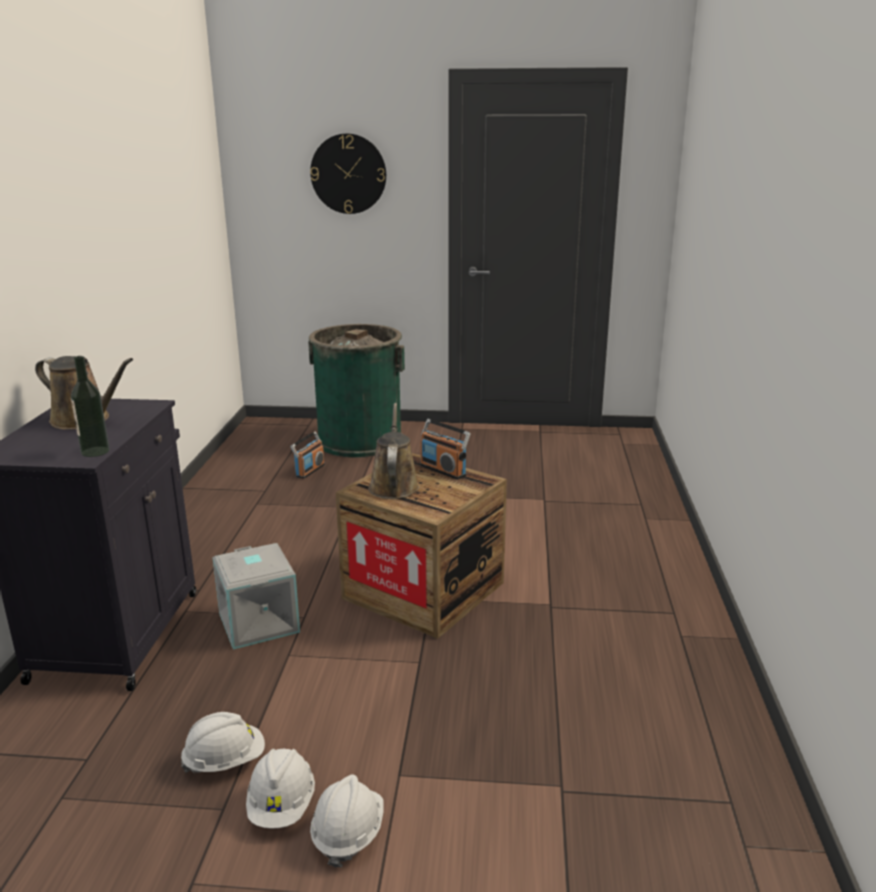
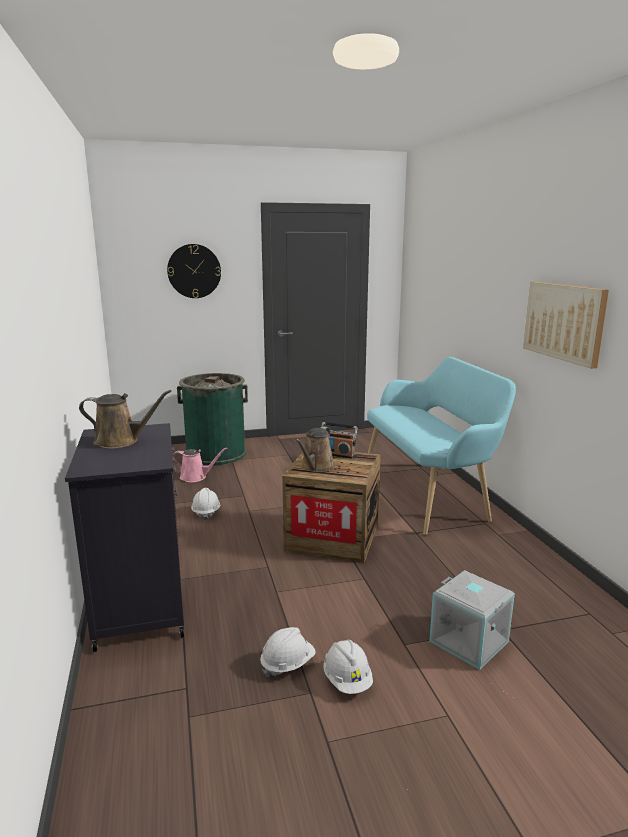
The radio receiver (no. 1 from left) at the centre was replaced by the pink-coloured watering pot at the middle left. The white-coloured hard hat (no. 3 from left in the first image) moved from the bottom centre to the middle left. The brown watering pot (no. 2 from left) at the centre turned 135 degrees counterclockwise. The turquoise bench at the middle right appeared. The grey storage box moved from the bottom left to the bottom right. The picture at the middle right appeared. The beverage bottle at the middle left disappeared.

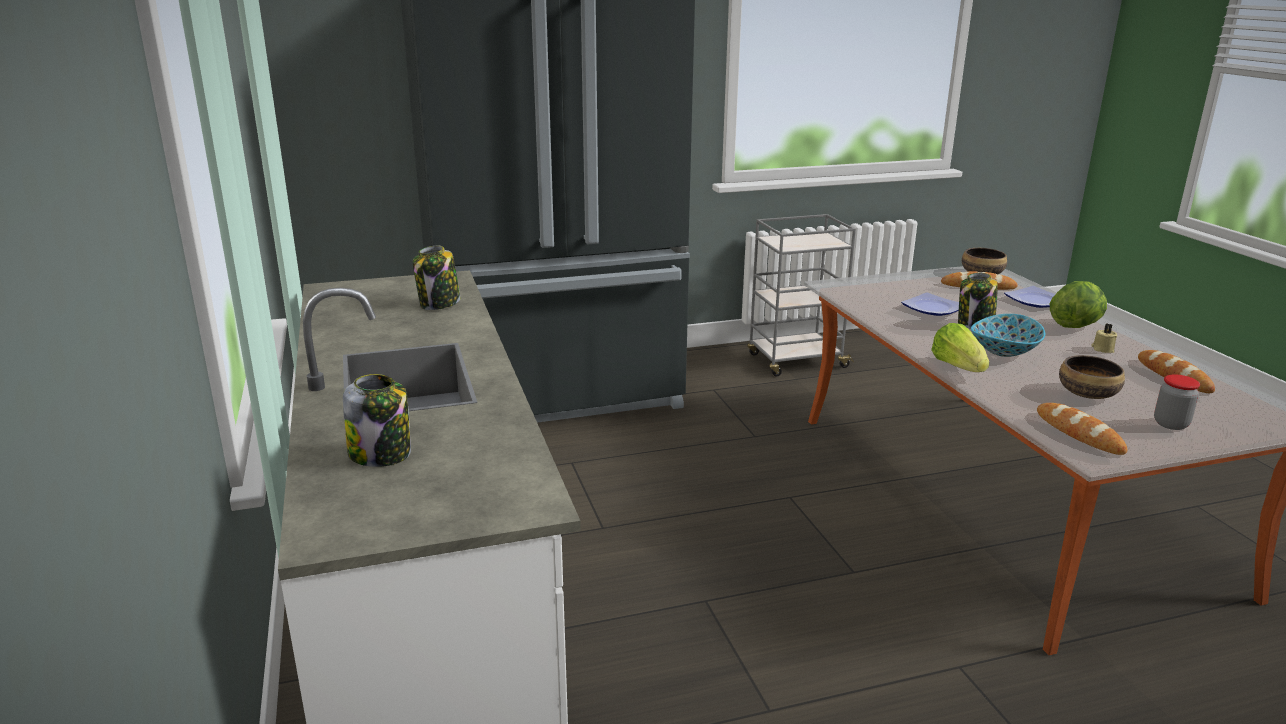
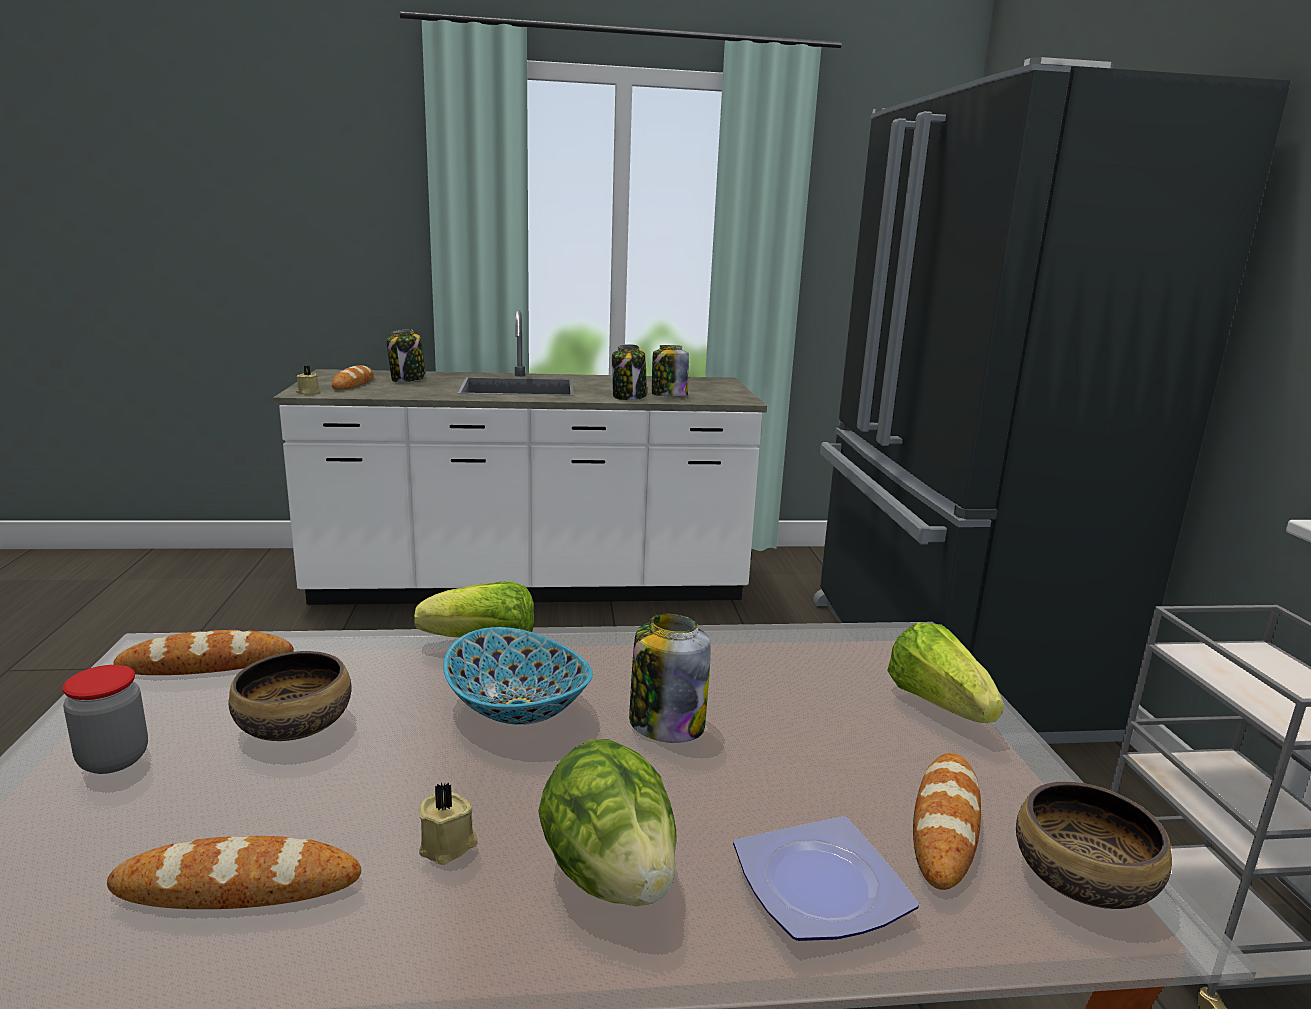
The beige candle (no. 1 from left) at the middle left appeared. The bread (no. 3 from left) at the middle left appeared. The jar (no. 3 from left) at the centre appeared. The head of lettuce (no. 3 from left) at the middle right appeared. The plate (no. 1 from left) at the middle right disappeared.

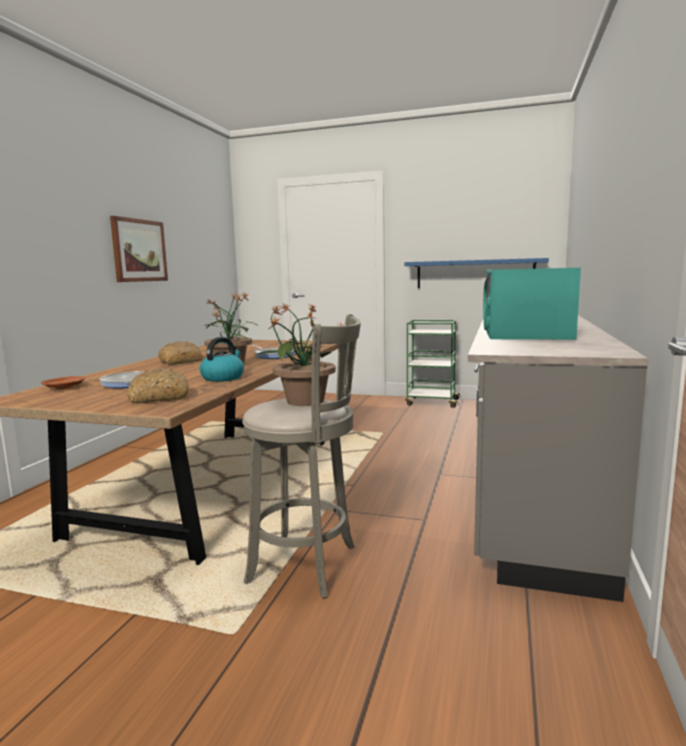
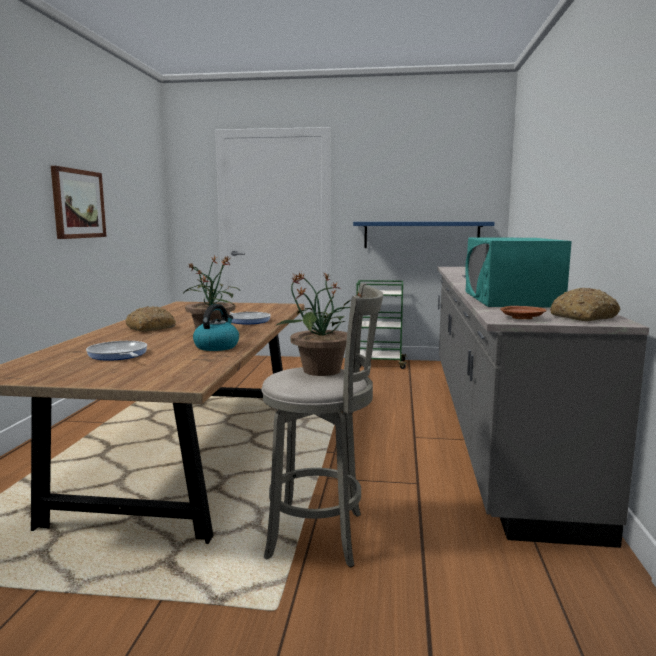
The brown plate moved from the middle left to the middle right. The bread (no. 1 from left in the first image) moved from the middle left to the middle right.

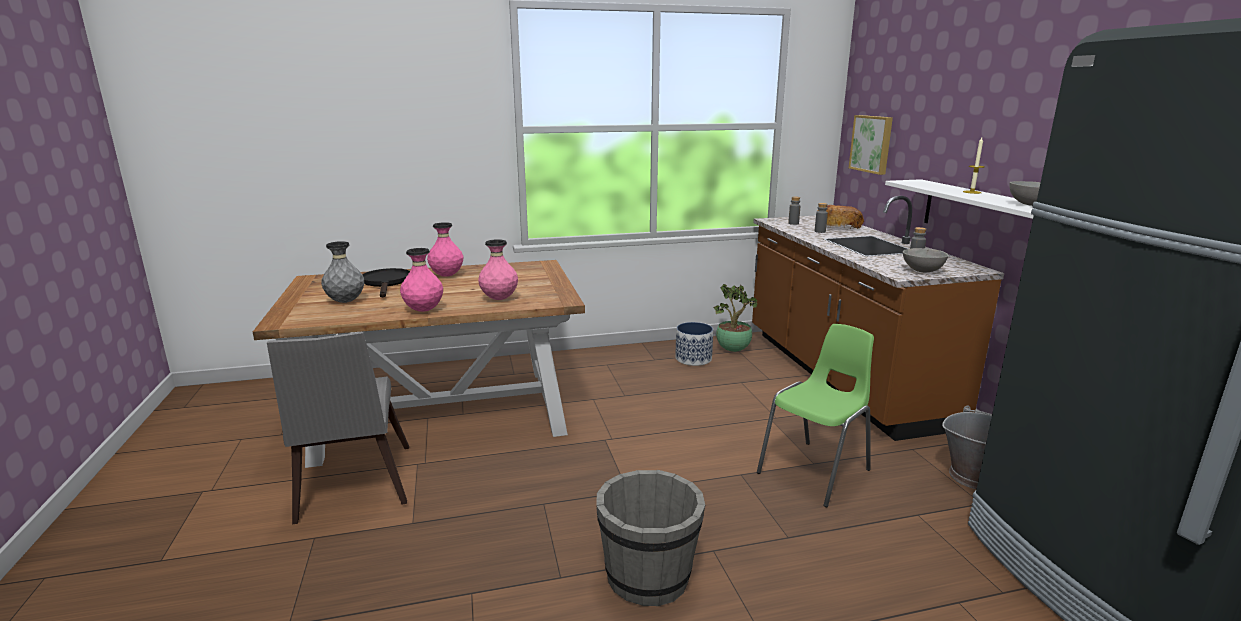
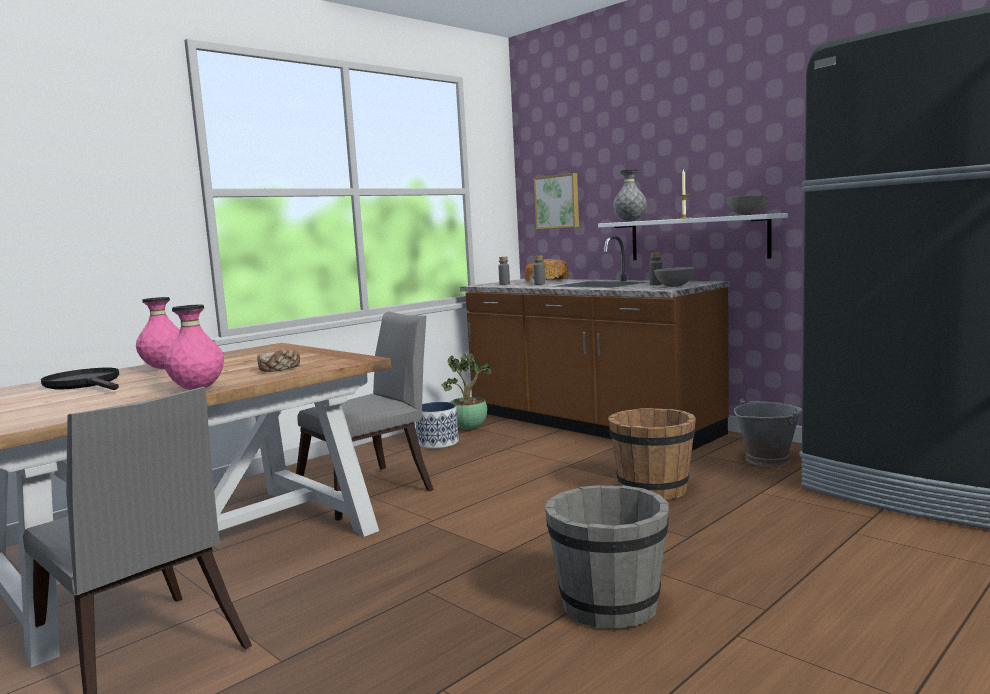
The pink-coloured flower vase (no. 3 from left) at the centre was replaced by the bread (no. 1 from left) at the middle left. The grey chair (no. 2 from left) at the centre appeared. The green chair at the bottom centre was replaced by the brown pail at the centre. The grey flower vase moved from the middle left to the top centre.

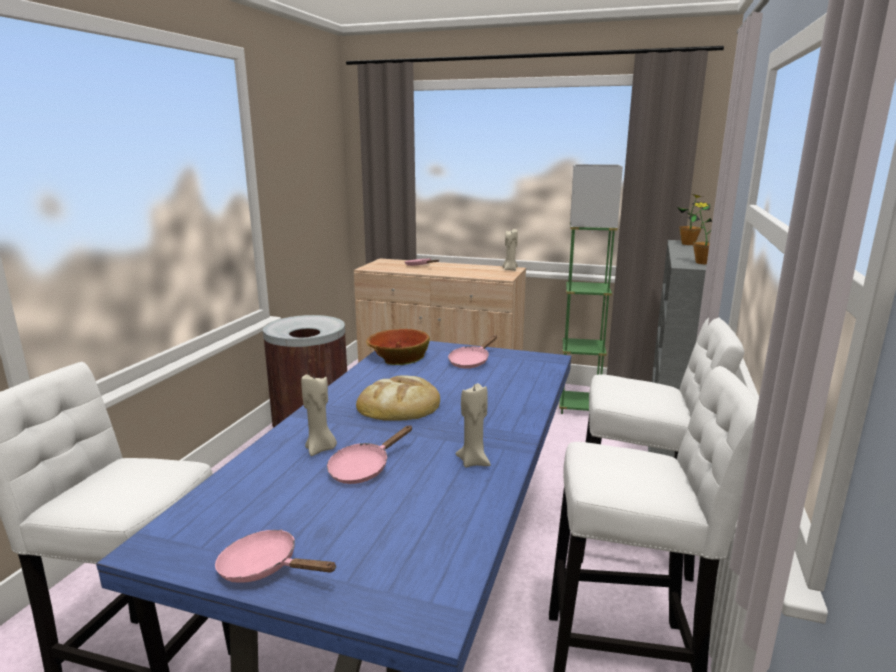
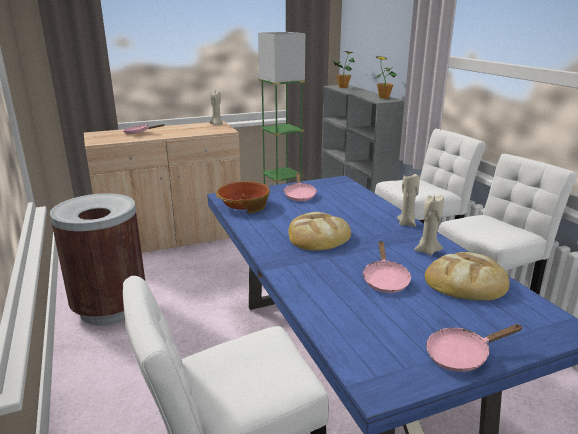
The beige candle (no. 1 from left in the first image) moved from the centre to the middle right. The bread (no. 2 from left) at the middle right appeared.

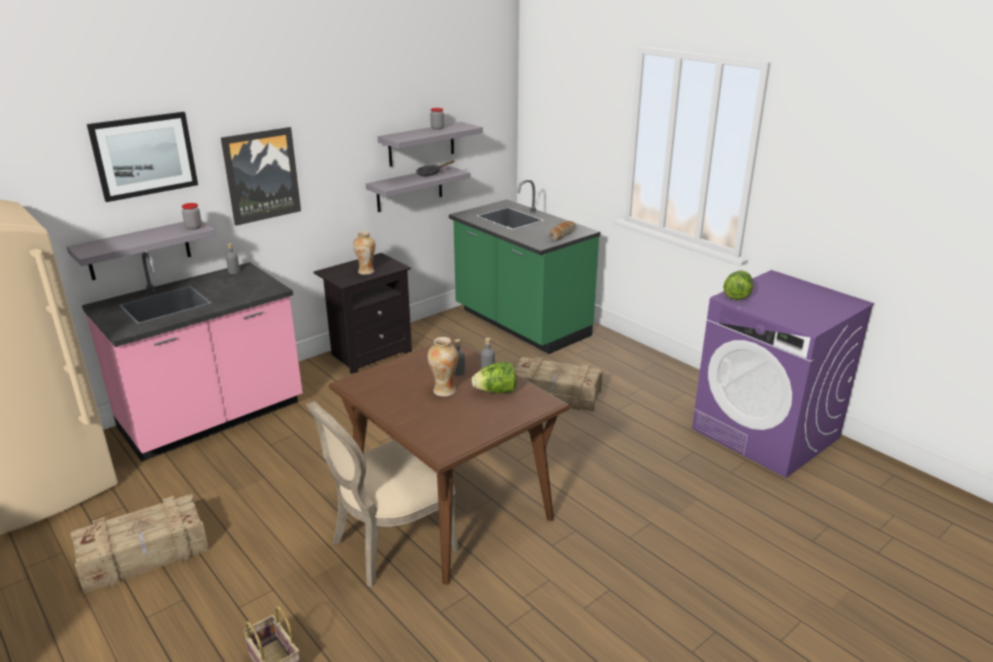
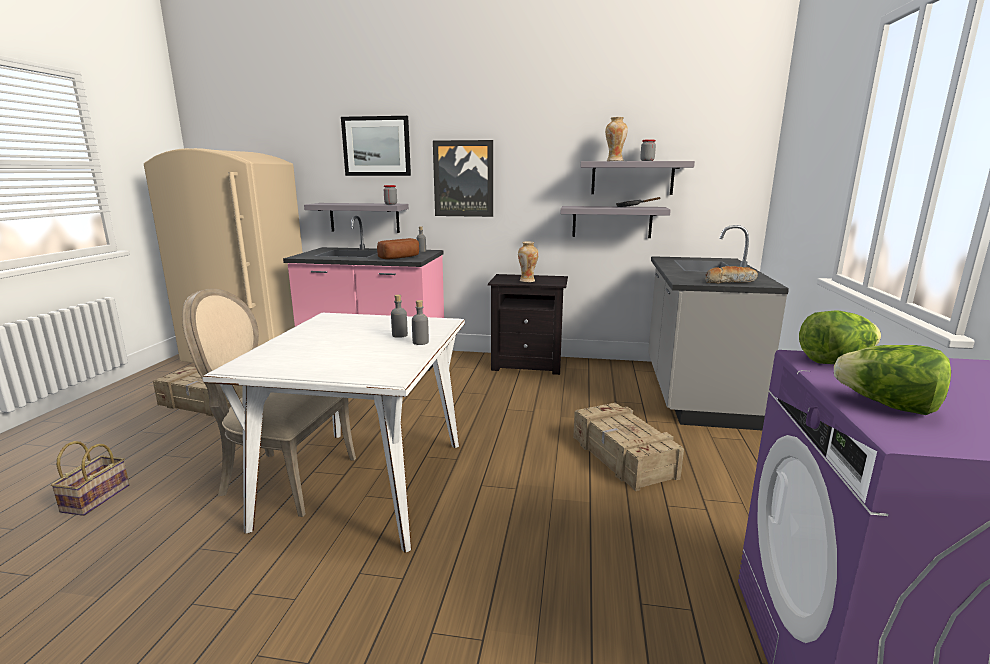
The brown dining table at the bottom centre became the white-coloured dining table at the centre. The bread (no. 1 from left) at the centre appeared. The flower vase (no. 2 from left) moved from the centre to the top centre. The green kitchen base unit at the centre became the grey kitchen base unit at the middle right. The head of lettuce (no. 1 from left in the first image) moved from the centre to the middle right.

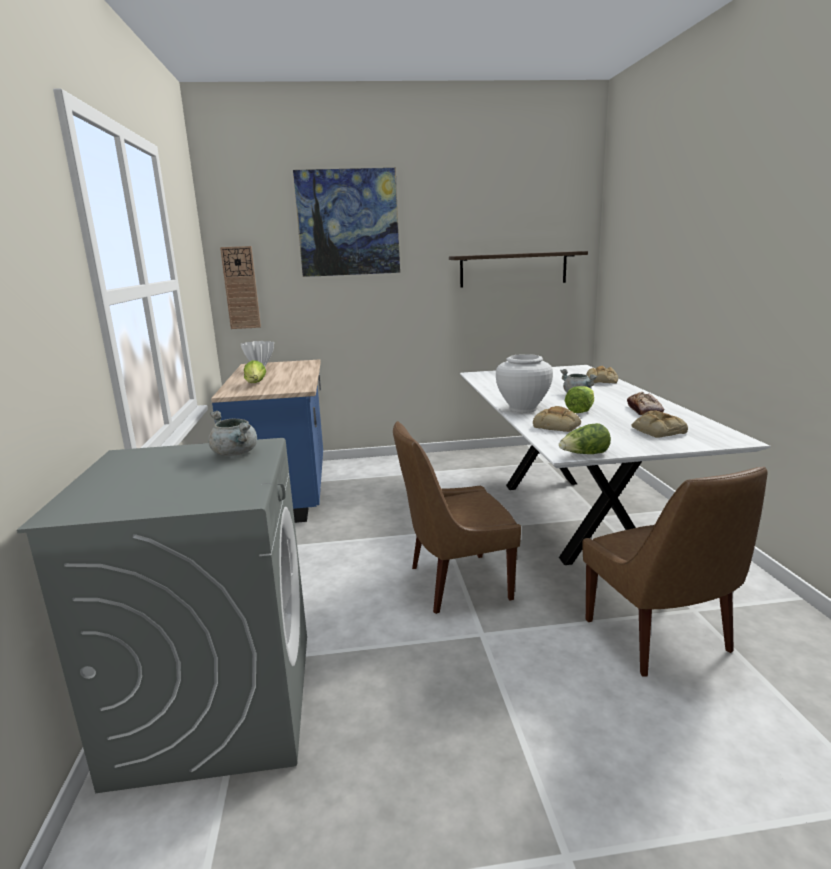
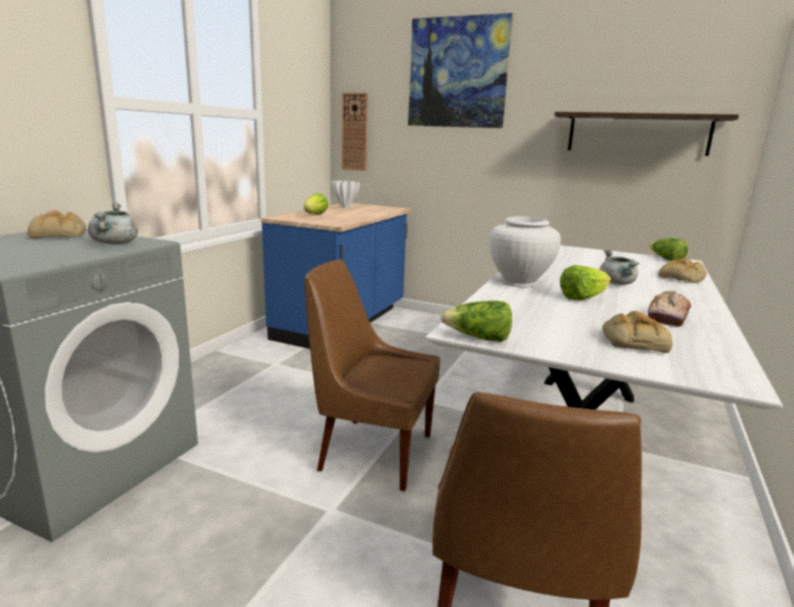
The bread (no. 1 from left) moved from the middle right to the middle left. The head of lettuce (no. 4 from left) at the middle right appeared.

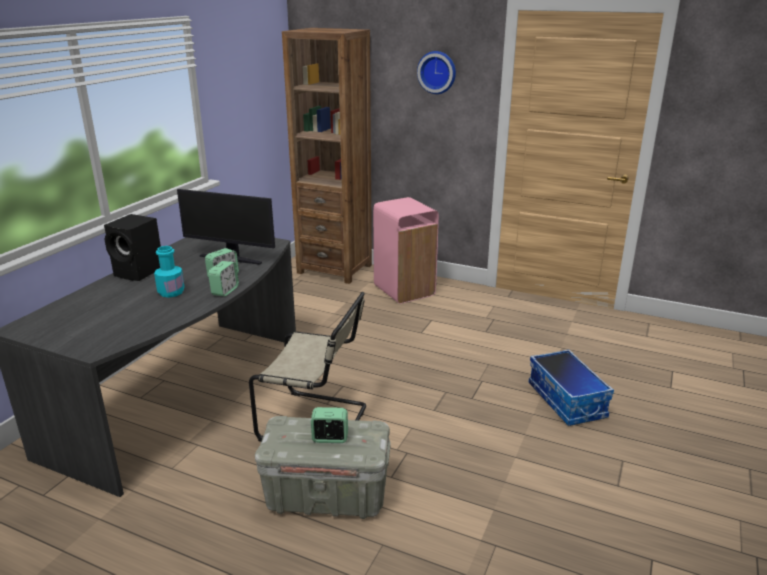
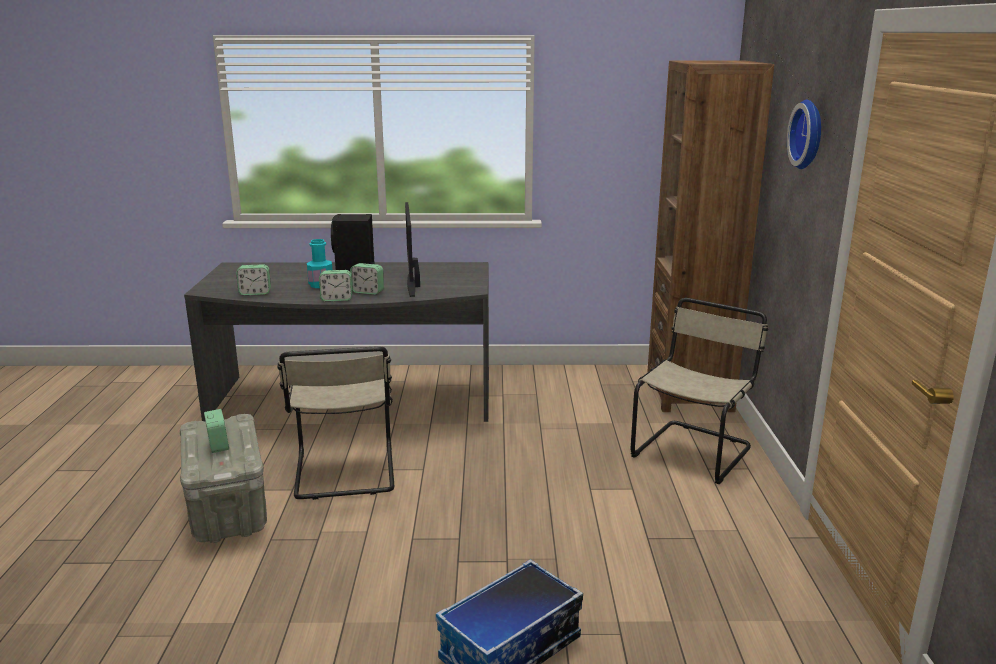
The table clock (no. 2 from left) at the middle left appeared. The pink-coloured waste bin at the centre was replaced by the beige chair (no. 2 from left) at the middle right.

